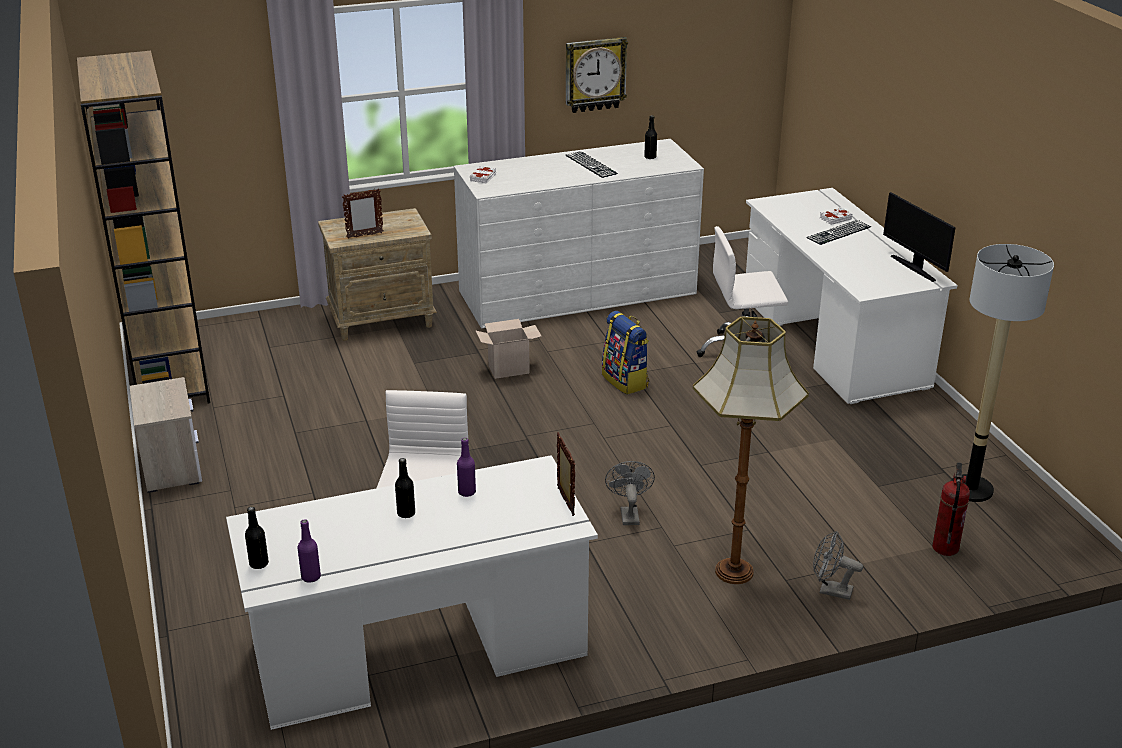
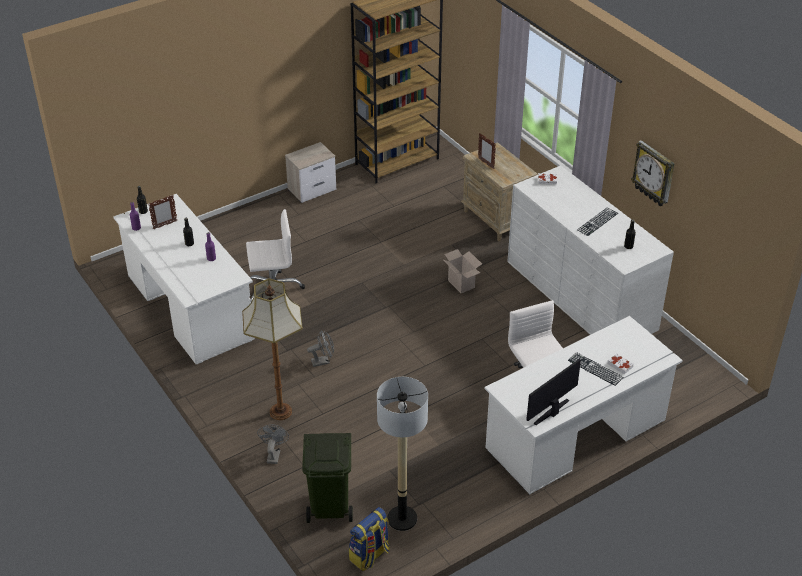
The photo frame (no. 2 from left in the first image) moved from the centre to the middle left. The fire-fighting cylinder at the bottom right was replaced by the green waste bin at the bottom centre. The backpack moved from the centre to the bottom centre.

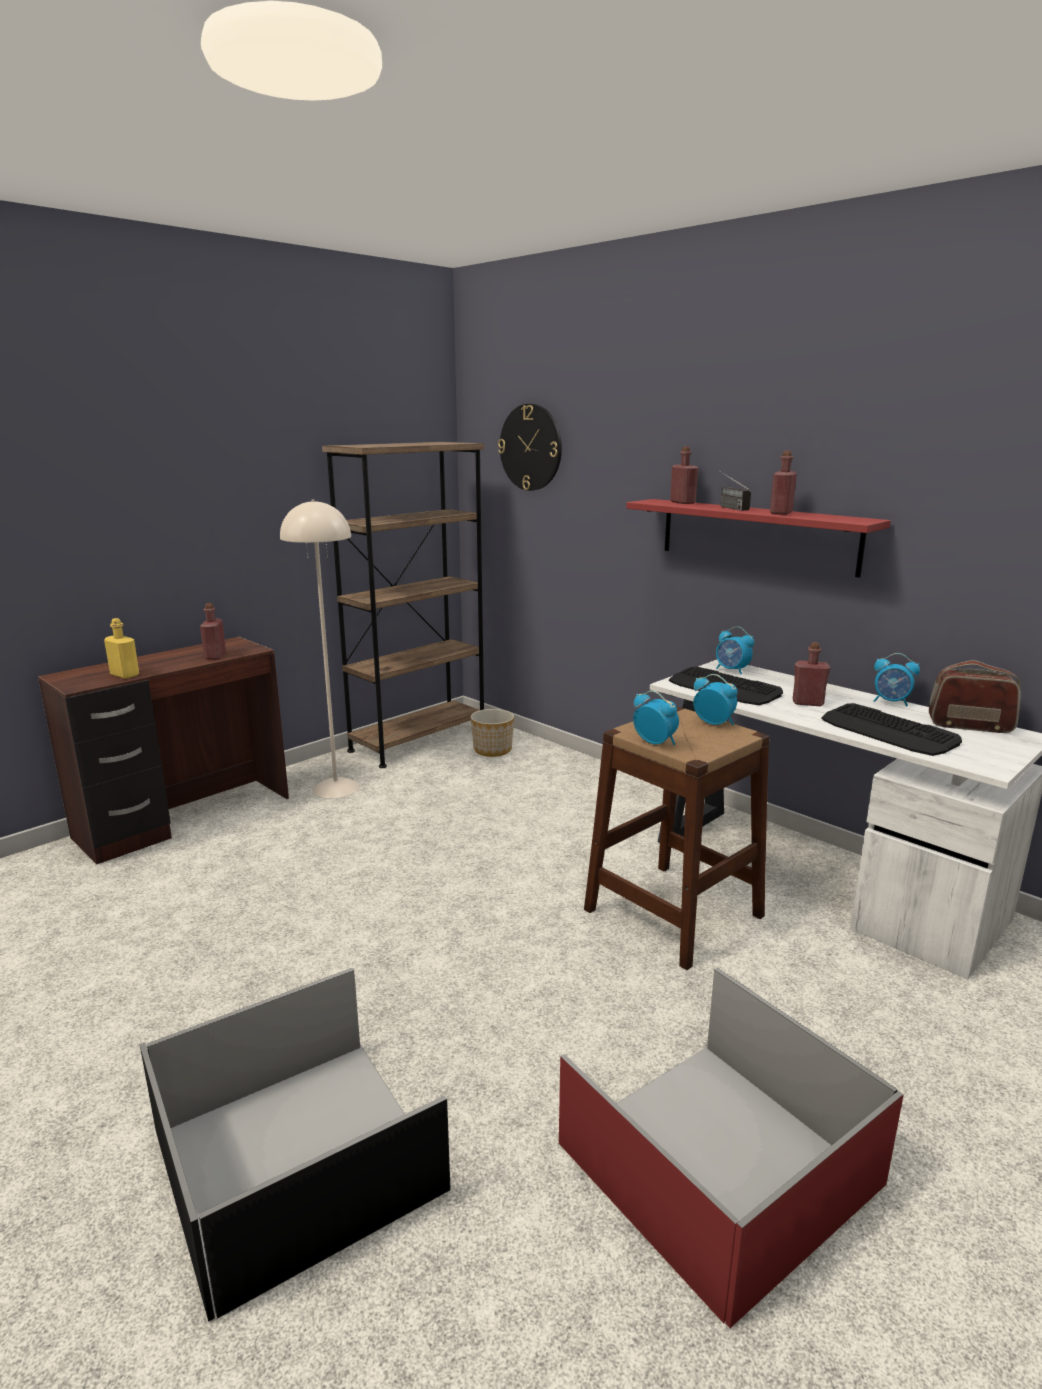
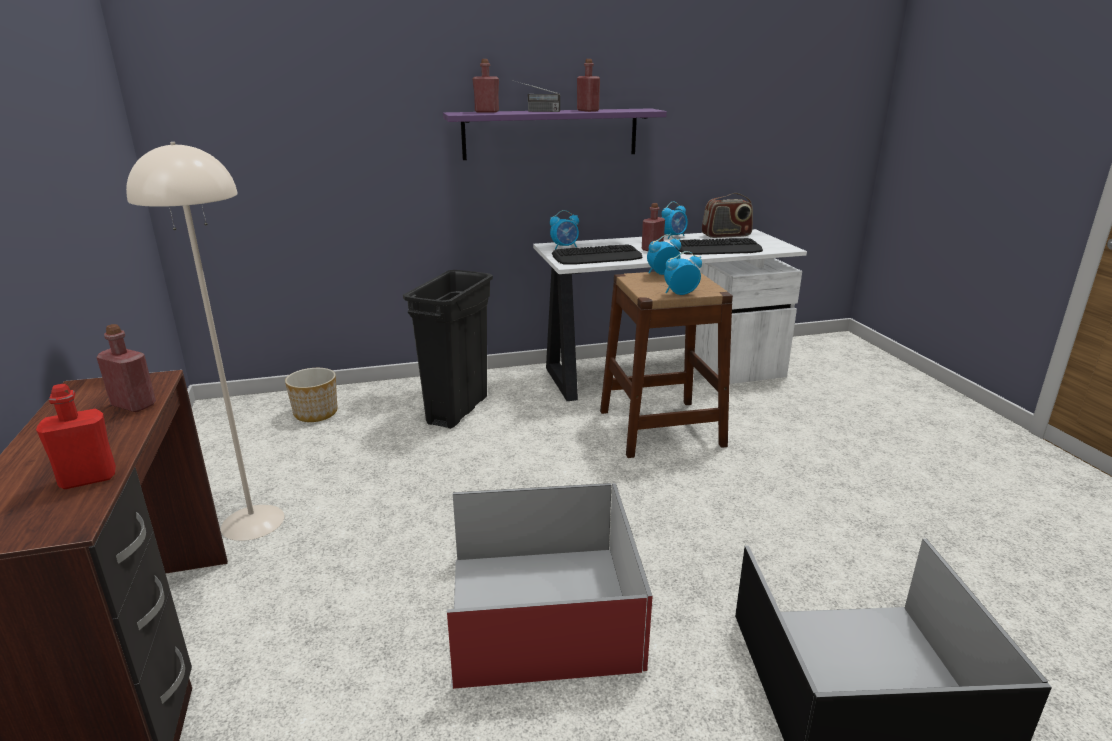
The yellowish beverage bottle at the middle left became the red-coloured beverage bottle (no. 1 from left) at the middle left. The blackish waste bin at the centre appeared. The red-coloured shelf at the middle right became the purple shelf at the top centre. The red-coloured storage box moved from the bottom right to the bottom centre. The radio receiver (no. 2 from left) at the middle right turned 150 degrees counterclockwise. The brown bookcase at the centre disappeared. The wall clock at the top centre disappeared.

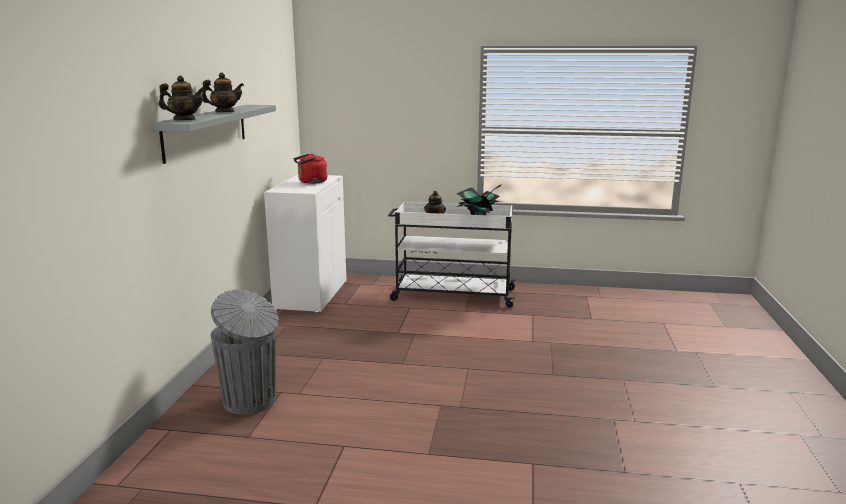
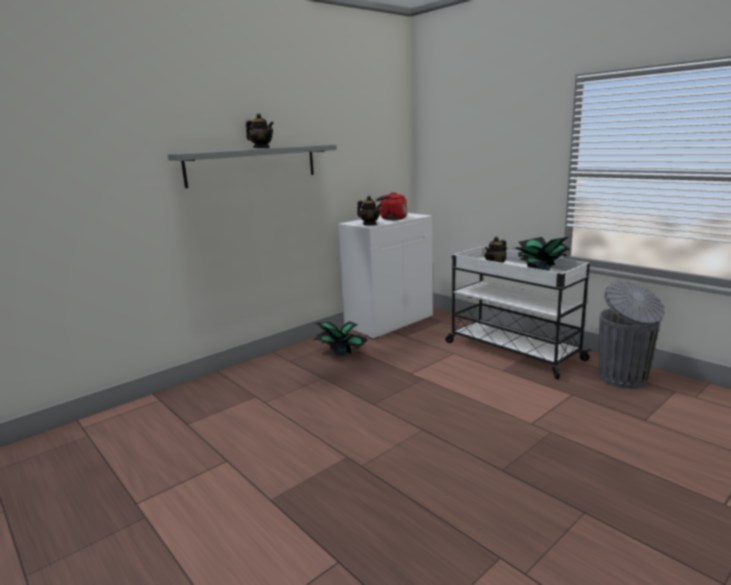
The houseplant (no. 1 from left) at the centre appeared. The teapot (no. 1 from left in the first image) moved from the top left to the centre. The grey waste bin moved from the bottom left to the middle right.

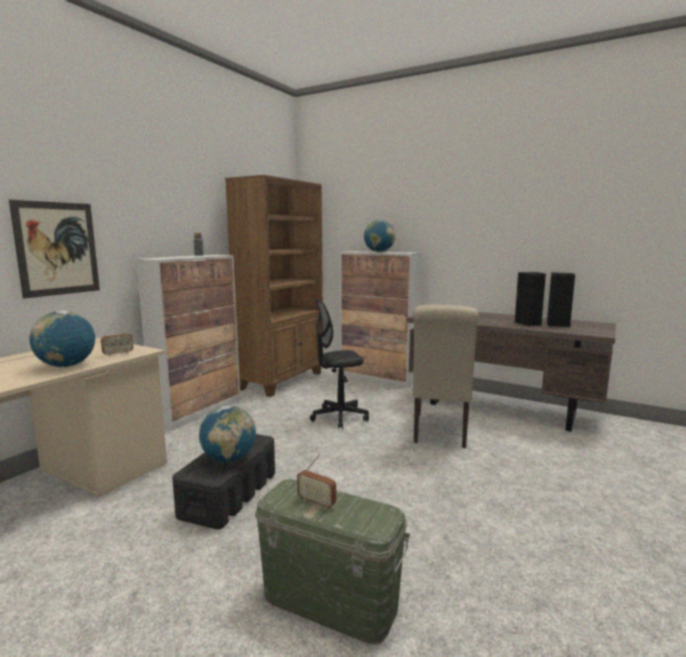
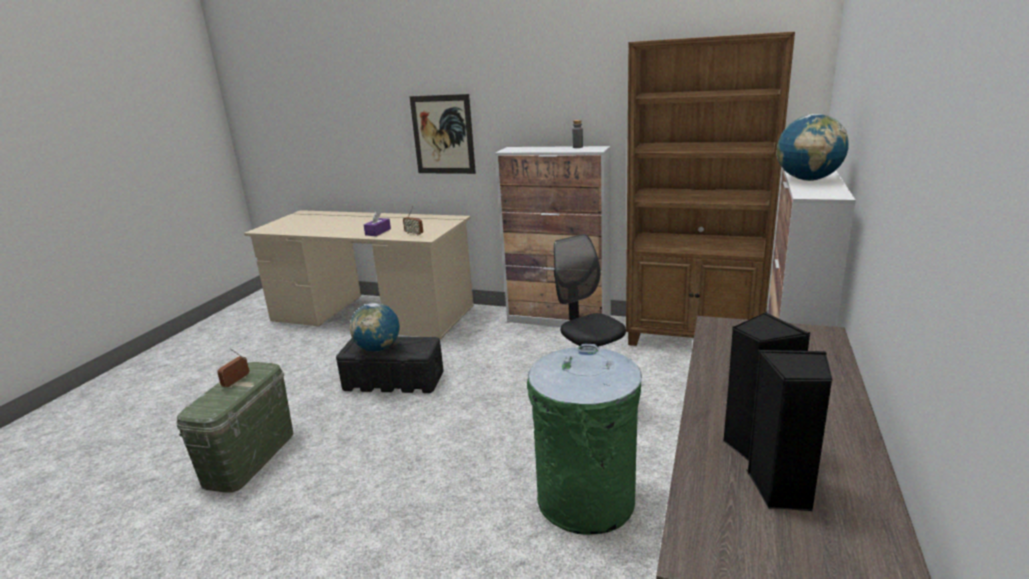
The world globe (no. 1 from left) at the middle left was replaced by the purple box of tissues at the centre. The beige chair at the centre was replaced by the green waste bin at the bottom centre.

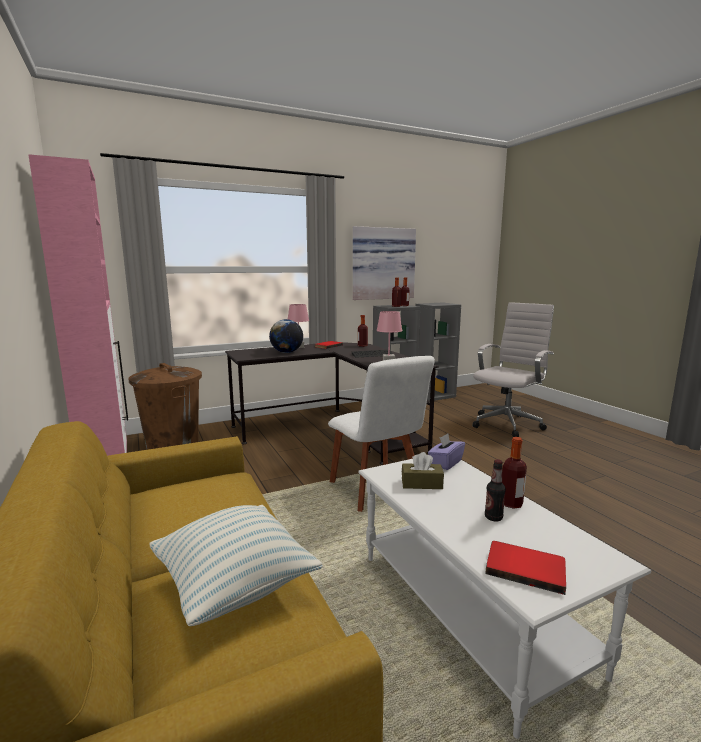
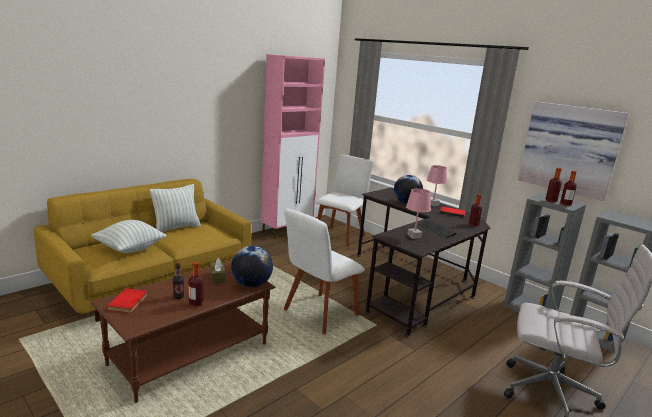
The white-coloured coffee table at the bottom right became the brown coffee table at the bottom left. The throw pillow (no. 2 from left) at the middle left appeared. The purple box of tissues at the centre was replaced by the world globe (no. 1 from left) at the centre. The brown waste bin at the middle left was replaced by the white-coloured chair (no. 2 from left) at the centre.

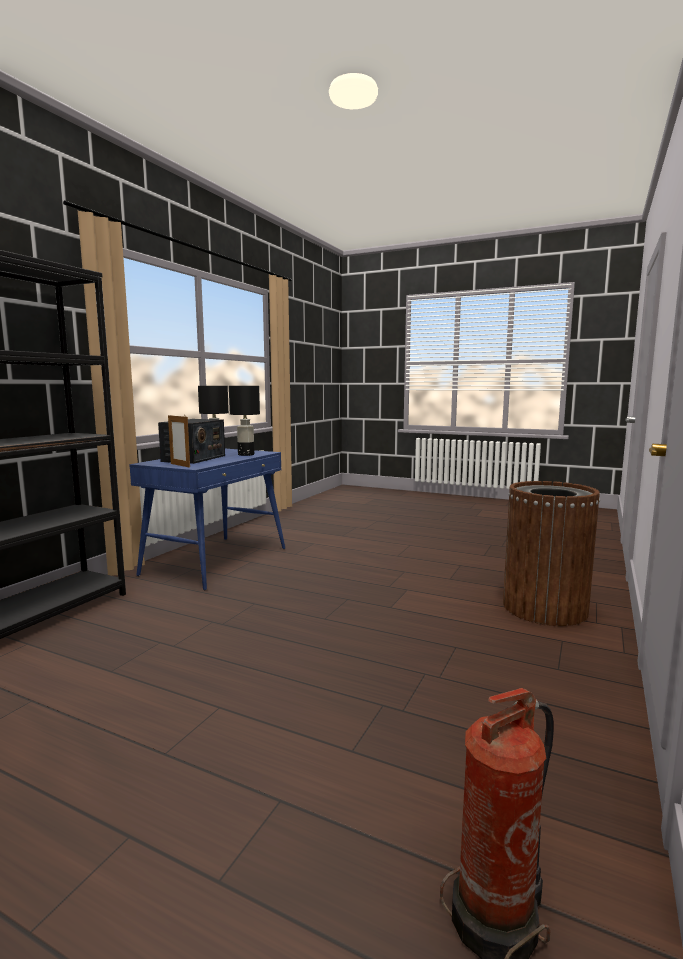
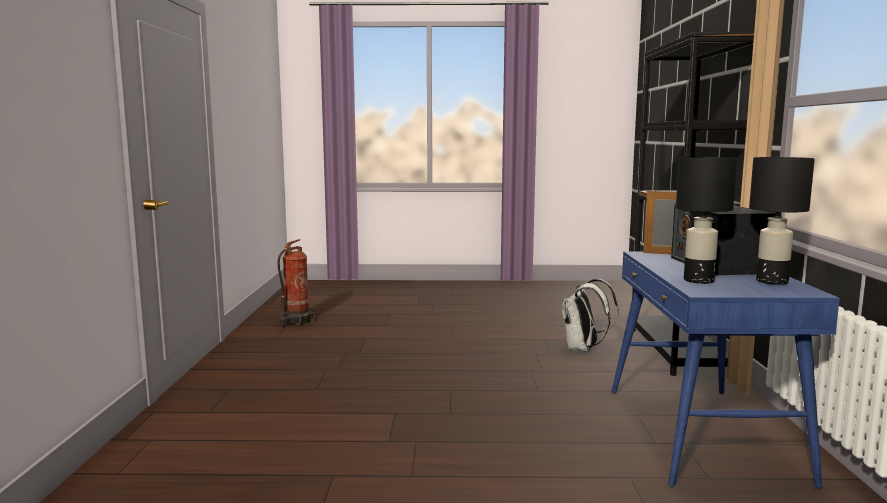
The white-coloured backpack at the centre appeared. The brown waste bin at the middle right disappeared.

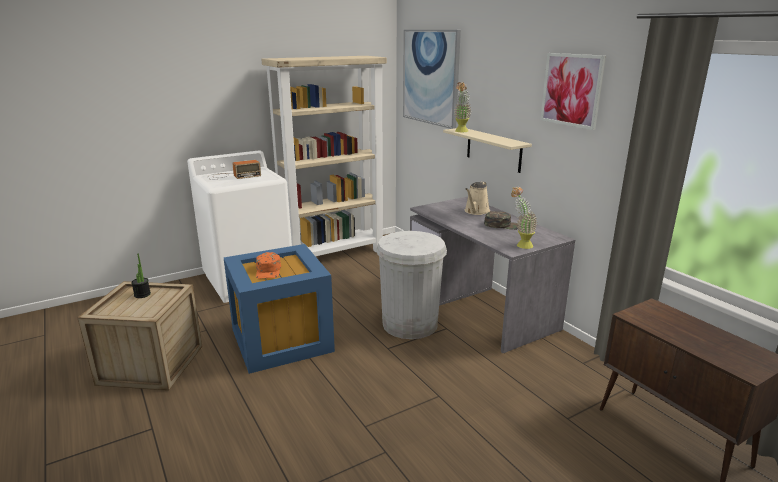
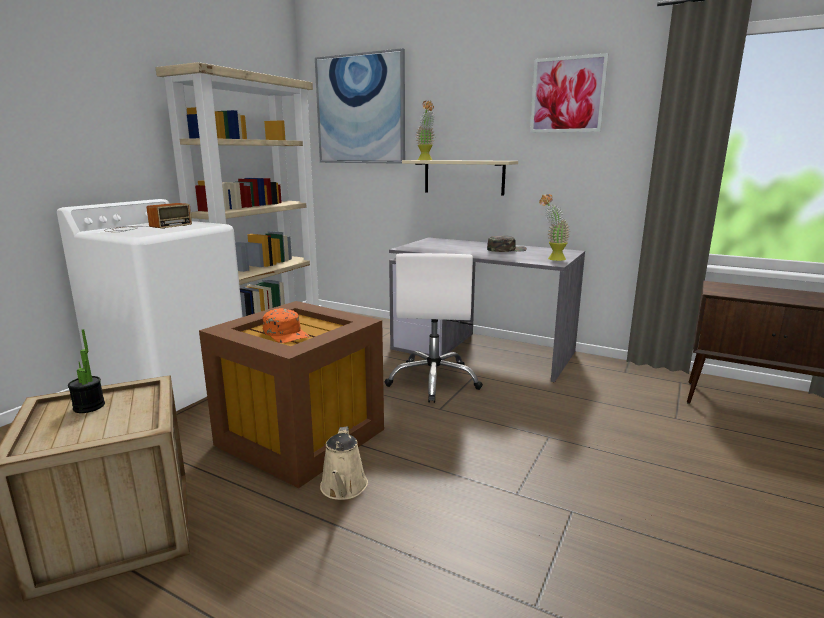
The blue storage box at the centre became the brown storage box at the centre. The beige watering pot moved from the centre to the bottom centre. The white-coloured waste bin at the centre was replaced by the white-coloured computer chair at the centre.

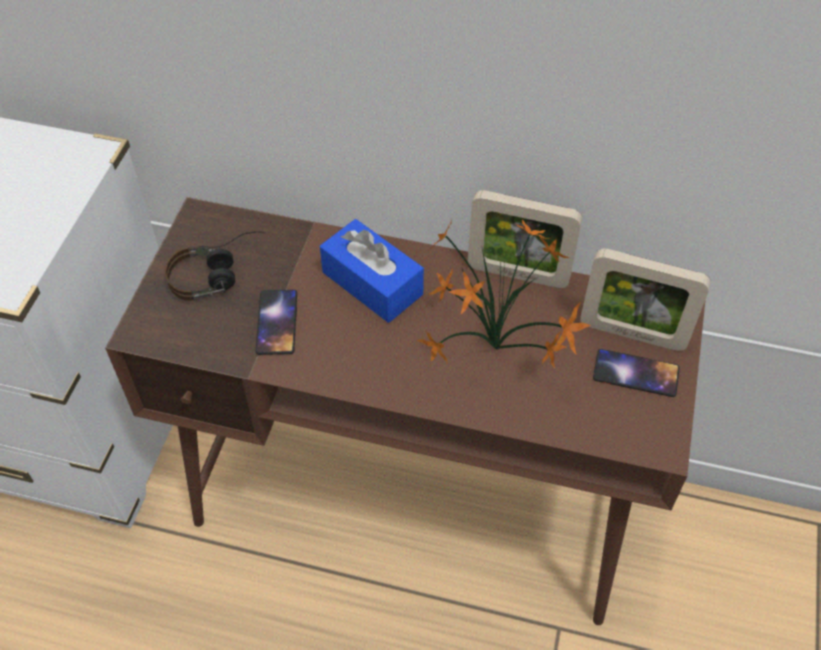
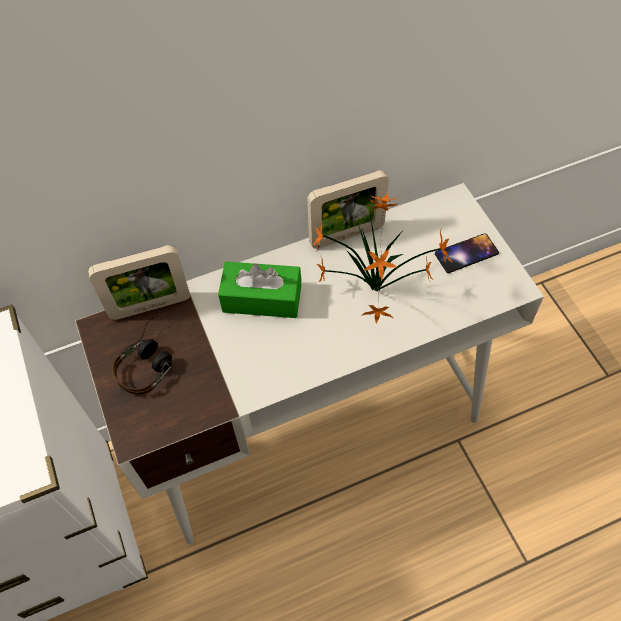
The brown desk at the centre became the white-coloured desk at the centre. The photo frame (no. 2 from left in the first image) moved from the middle right to the middle left. The blue box of tissues at the centre became the green box of tissues at the centre. The handset (no. 1 from left) at the centre disappeared.

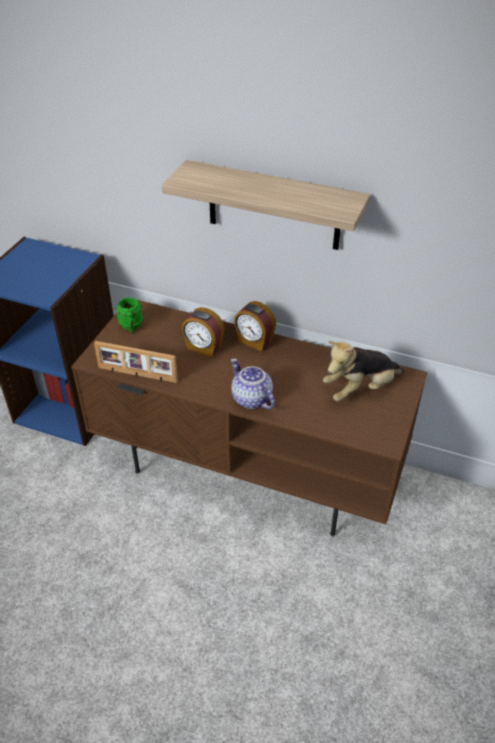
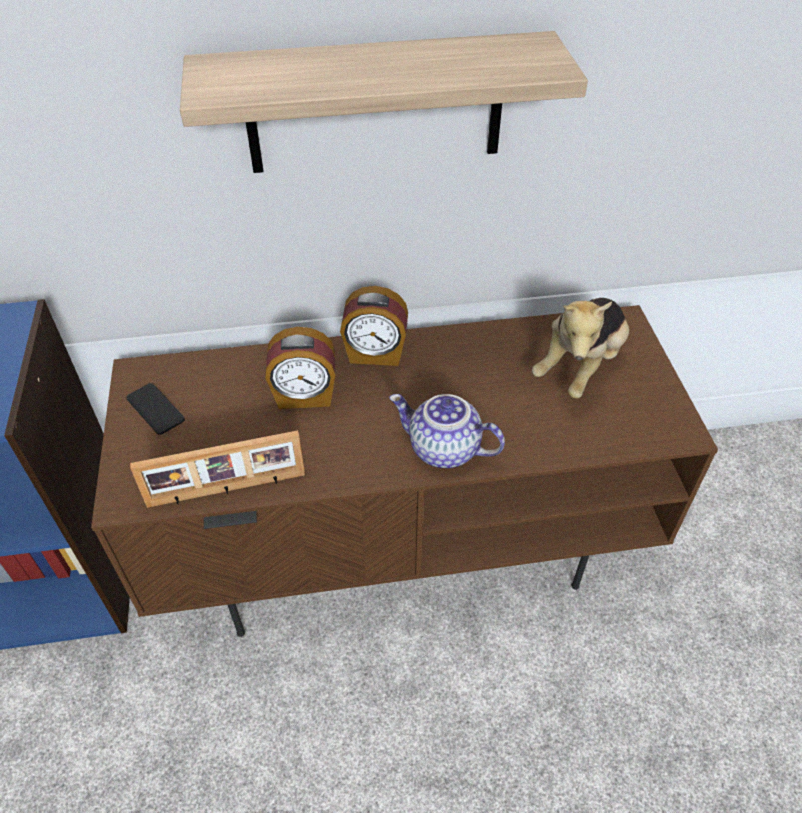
The green tea mug at the middle left was replaced by the handset at the middle left.

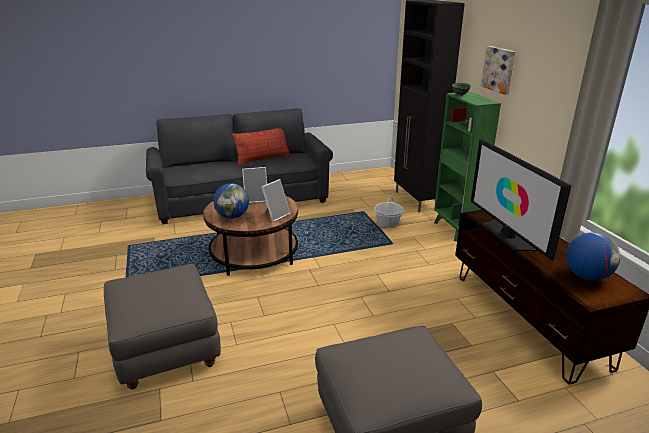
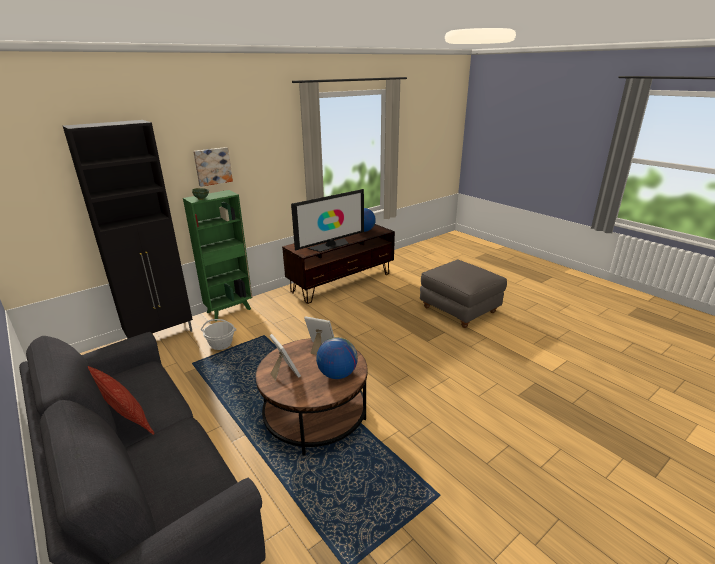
The grey ottoman (no. 1 from left) at the bottom left disappeared.

